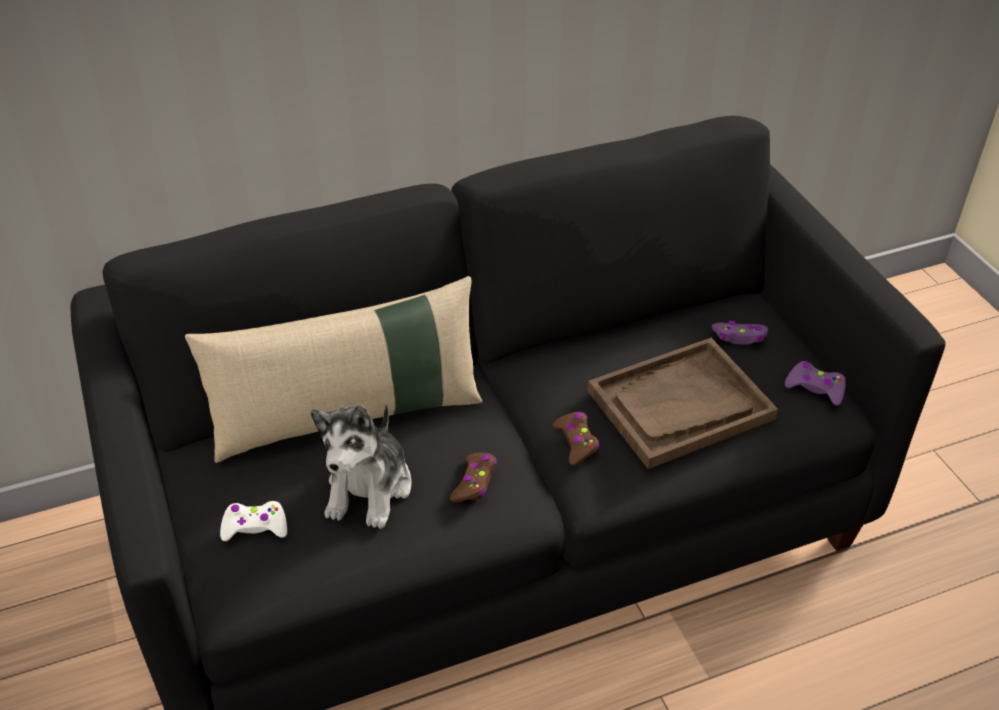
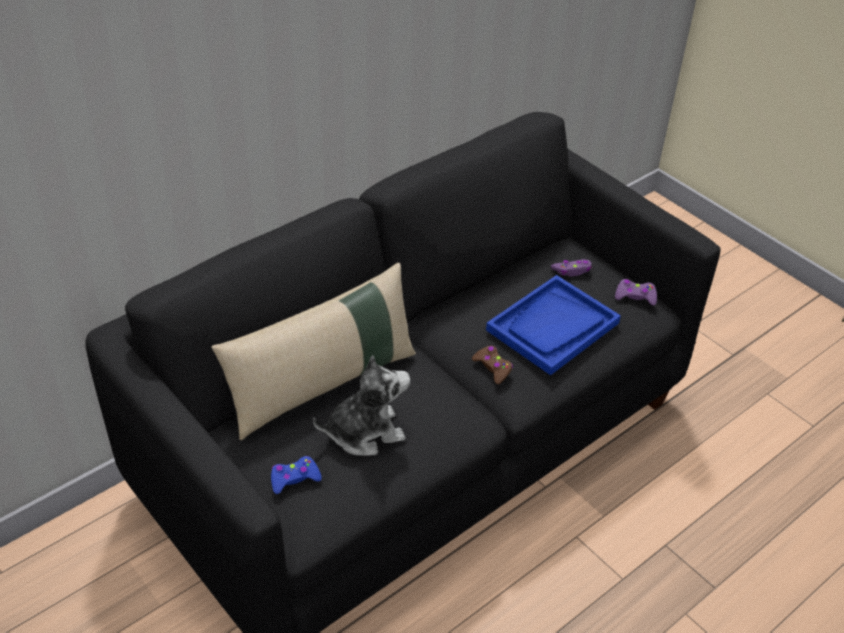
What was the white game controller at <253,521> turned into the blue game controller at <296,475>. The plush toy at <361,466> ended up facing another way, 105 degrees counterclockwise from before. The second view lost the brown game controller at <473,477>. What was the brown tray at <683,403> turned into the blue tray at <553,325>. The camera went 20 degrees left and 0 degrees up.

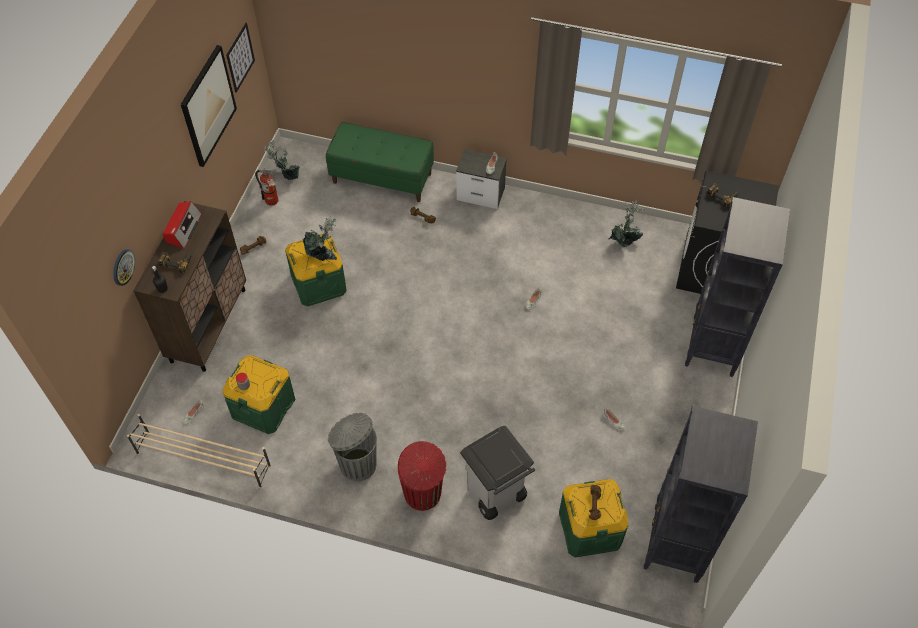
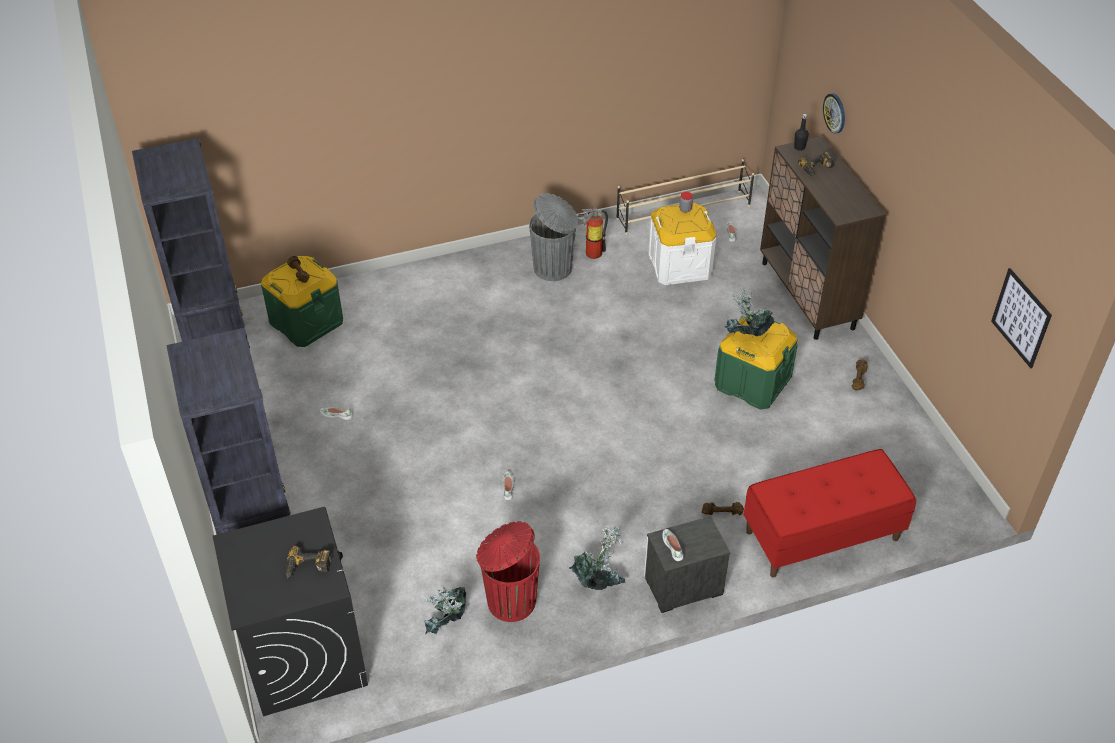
The second view lost the radio at <182,224>. The second view lost the picture at <209,106>. What was the green storage box at <259,394> turned into the white storage box at <682,244>. The fire extinguisher ended up elsewhere, having gone from <266,187> to <593,232>. The potted plant ended up elsewhere, having gone from <282,159> to <597,557>. What was the green bench at <380,162> turned into the red bench at <829,513>. The red trash can ended up elsewhere, having gone from <422,476> to <508,571>. The second view lost the grey trash can at <497,472>. The camera went 145 degrees right and 10 degrees down.

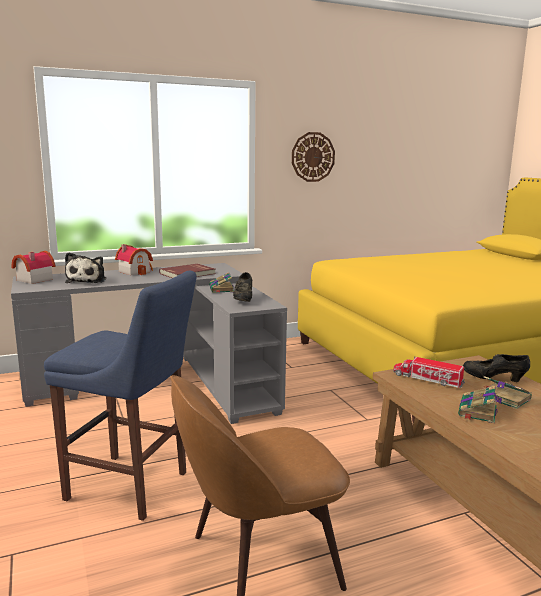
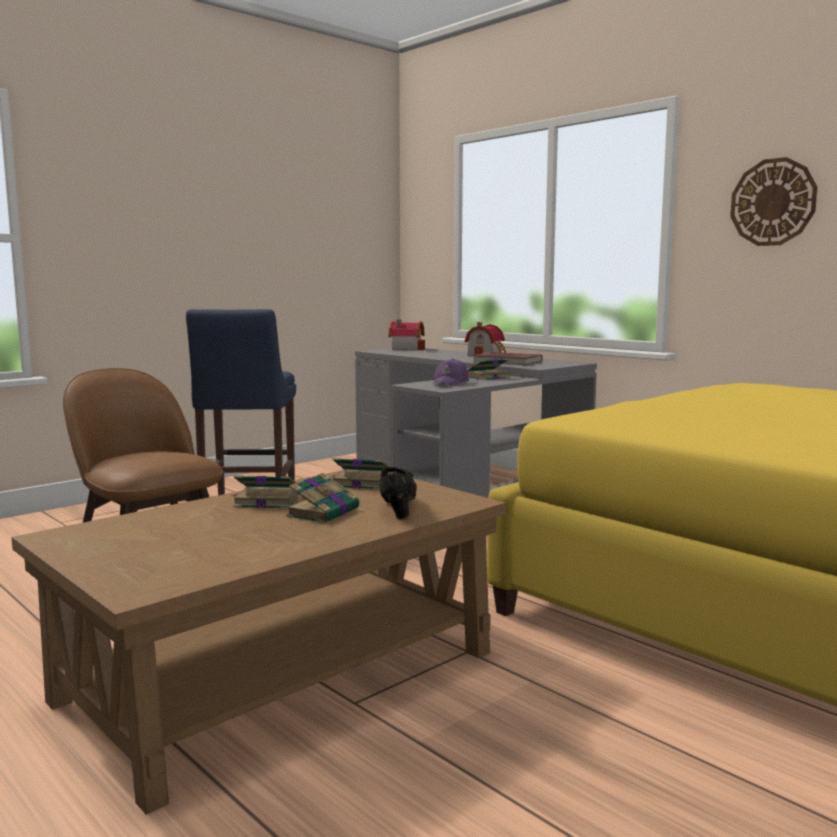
The second view lost the plush toy at <85,267>. Where the black shoe stood at <242,287>, the purple cap came to stand at <451,372>. Where the toy truck stood at <429,372>, the book came to stand at <361,474>. The camera went 70 degrees right and 5 degrees down.

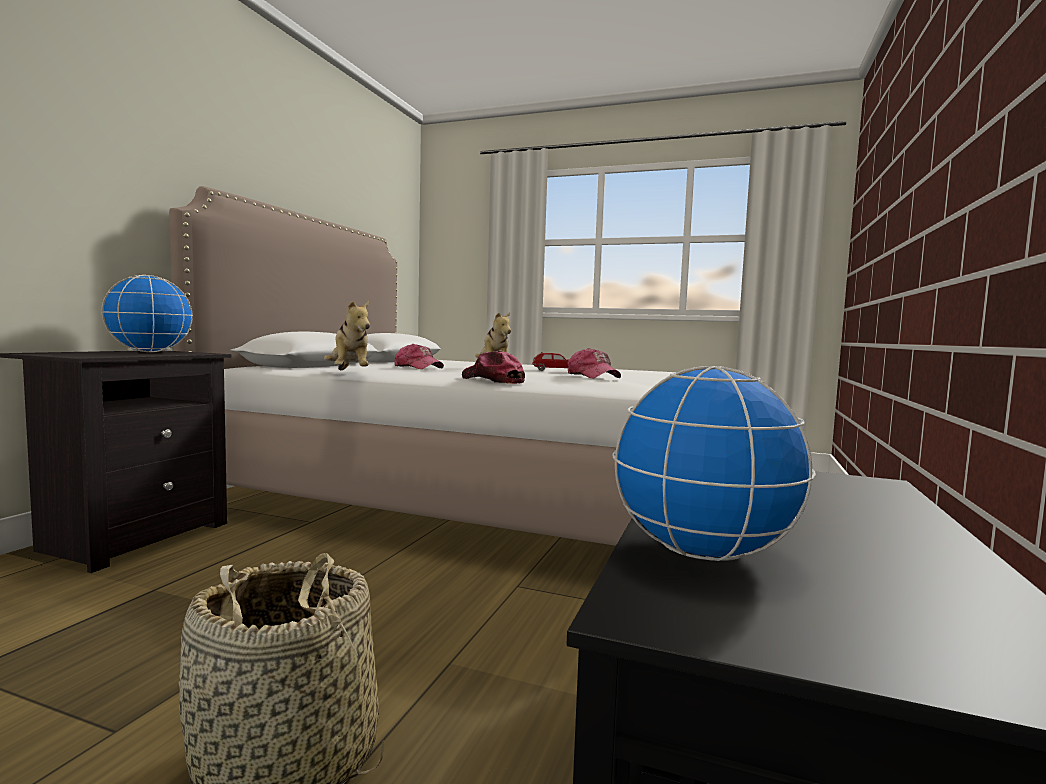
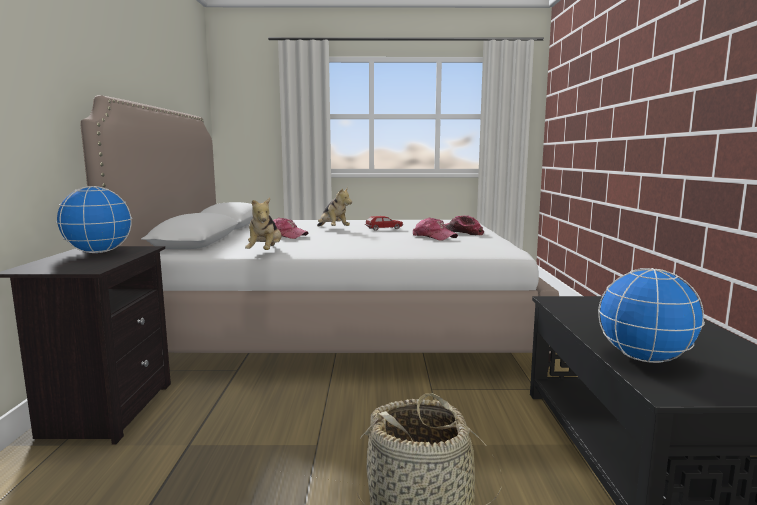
The plush toy at <347,335> ended up facing another way, 45 degrees clockwise from before. The cap ended up elsewhere, having gone from <493,367> to <464,225>. The camera went 20 degrees left and 5 degrees up.

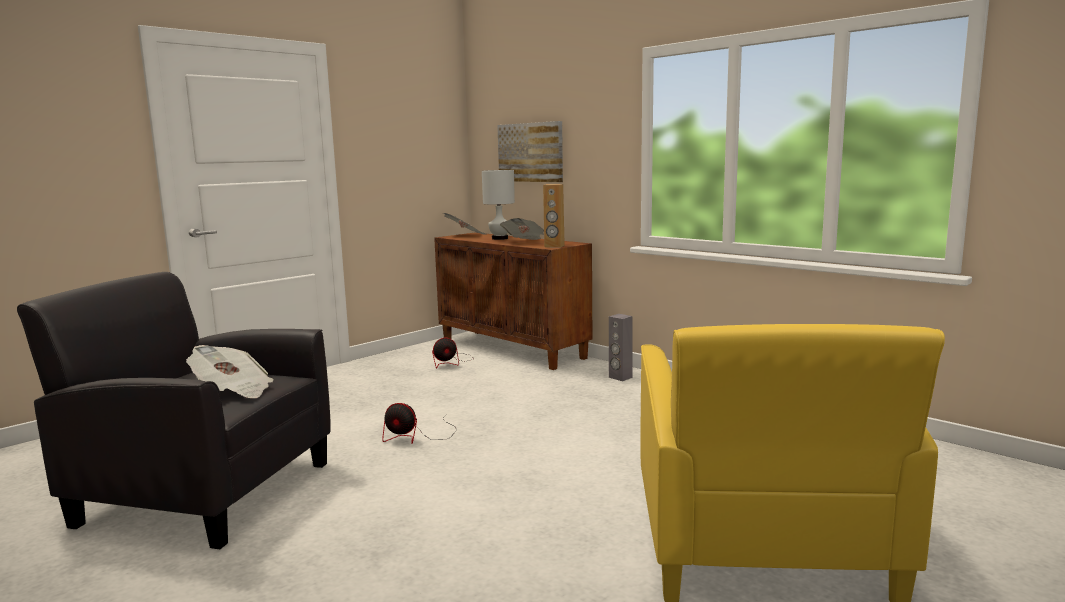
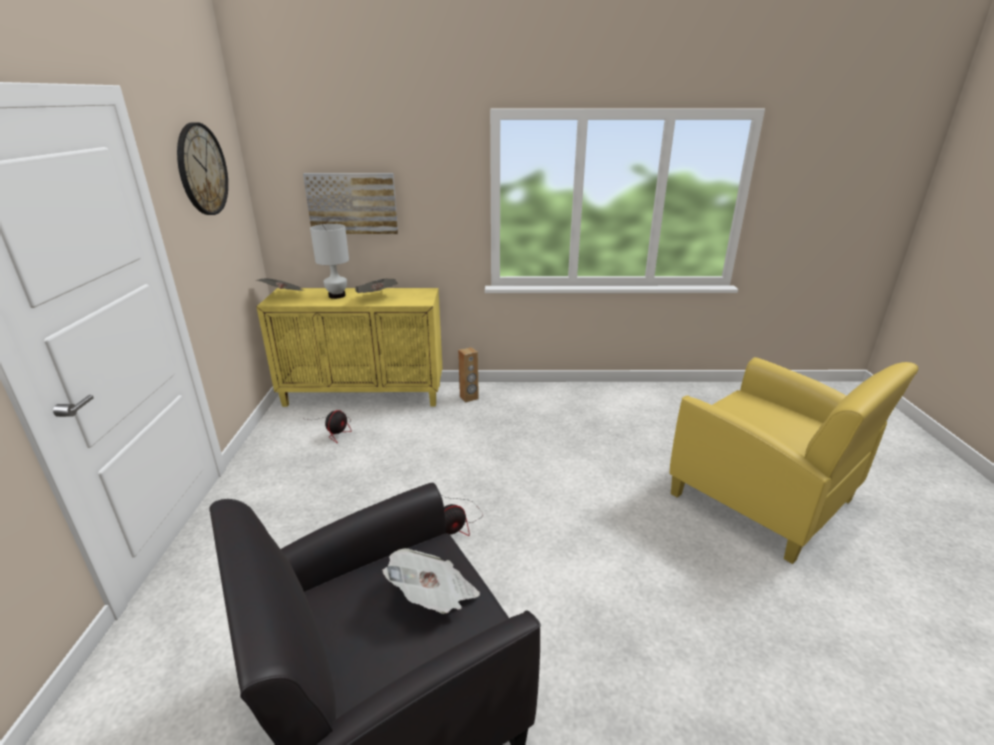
What was the brown cabinet at <513,301> turned into the yellow cabinet at <349,347>. The brown speaker ended up elsewhere, having gone from <554,216> to <468,374>. The second view lost the grey speaker at <621,347>. The second view gained the wall clock at <202,168>. The camera went 45 degrees left and 15 degrees up.

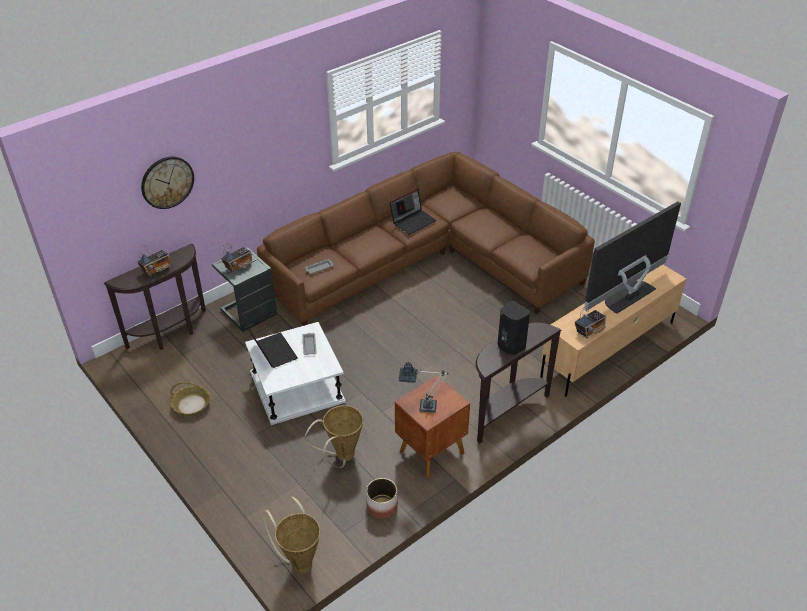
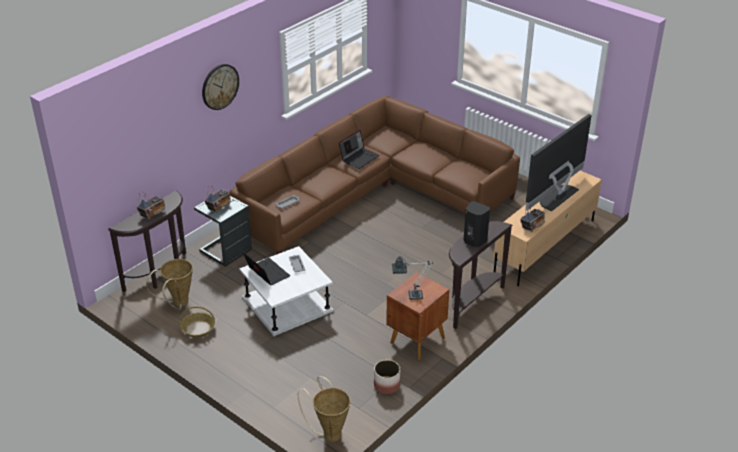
The wall clock ended up elsewhere, having gone from <167,183> to <220,87>. The basket ended up elsewhere, having gone from <334,436> to <169,284>. The camera went 10 degrees left and 5 degrees down.

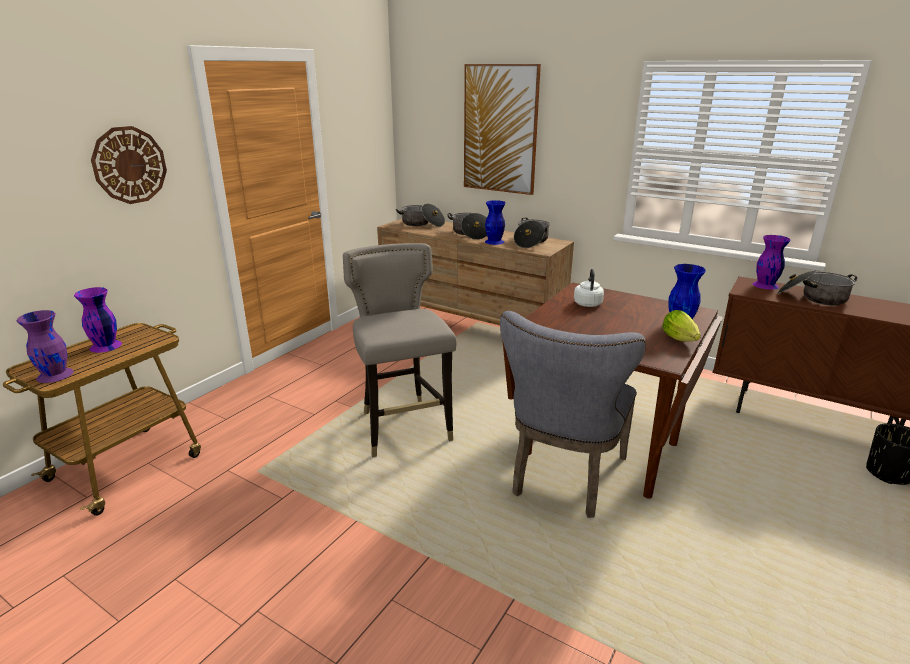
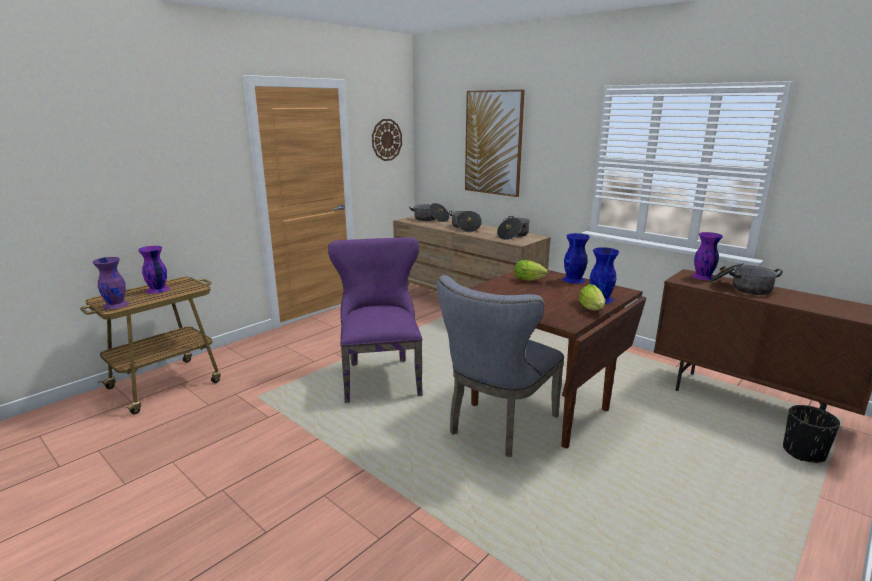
The wall clock ended up elsewhere, having gone from <129,165> to <387,140>. Where the grey stool stood at <400,350>, the purple chair came to stand at <375,320>. The blue vase ended up elsewhere, having gone from <495,222> to <576,258>. Where the white kettle stood at <589,288>, the lettuce came to stand at <531,270>. The camera went 10 degrees right and 5 degrees down.

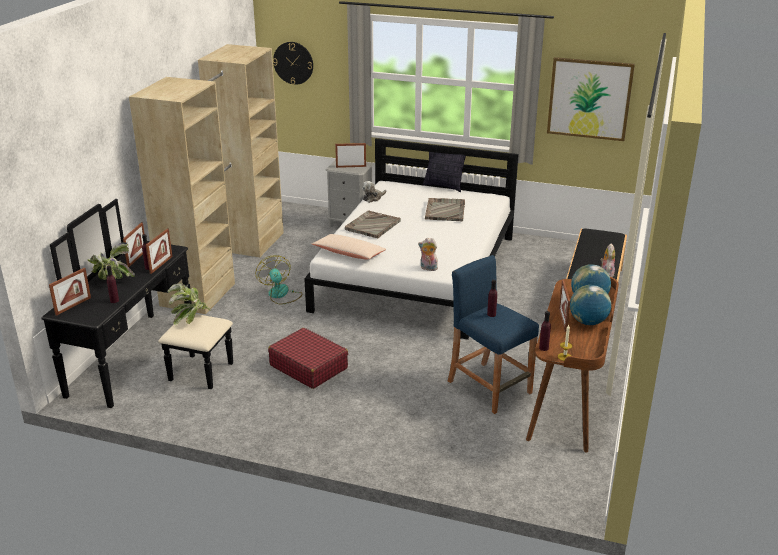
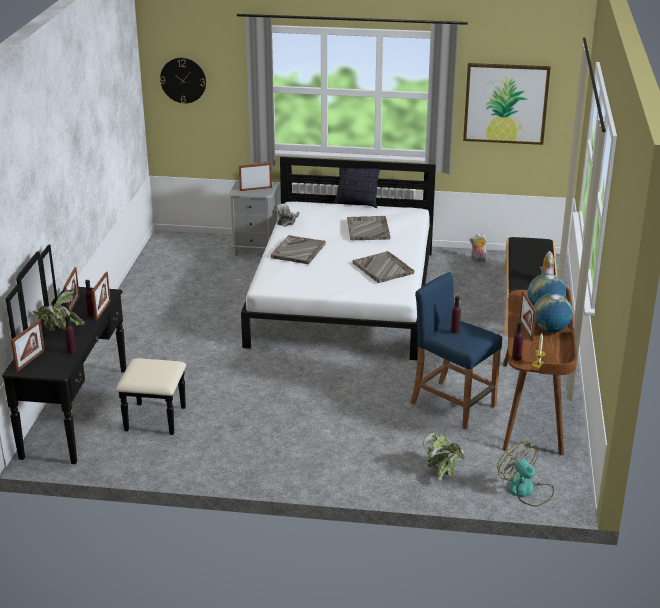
The second view lost the beige wardrobe at <206,179>. The potted plant ended up elsewhere, having gone from <188,304> to <443,456>. The fan ended up elsewhere, having gone from <279,280> to <525,473>. The second view lost the red suitcase at <308,358>. The second view lost the beige pillow at <349,247>. The plush toy ended up elsewhere, having gone from <428,254> to <478,248>. The second view gained the grey tray at <383,267>. The camera went 10 degrees left and 0 degrees up.

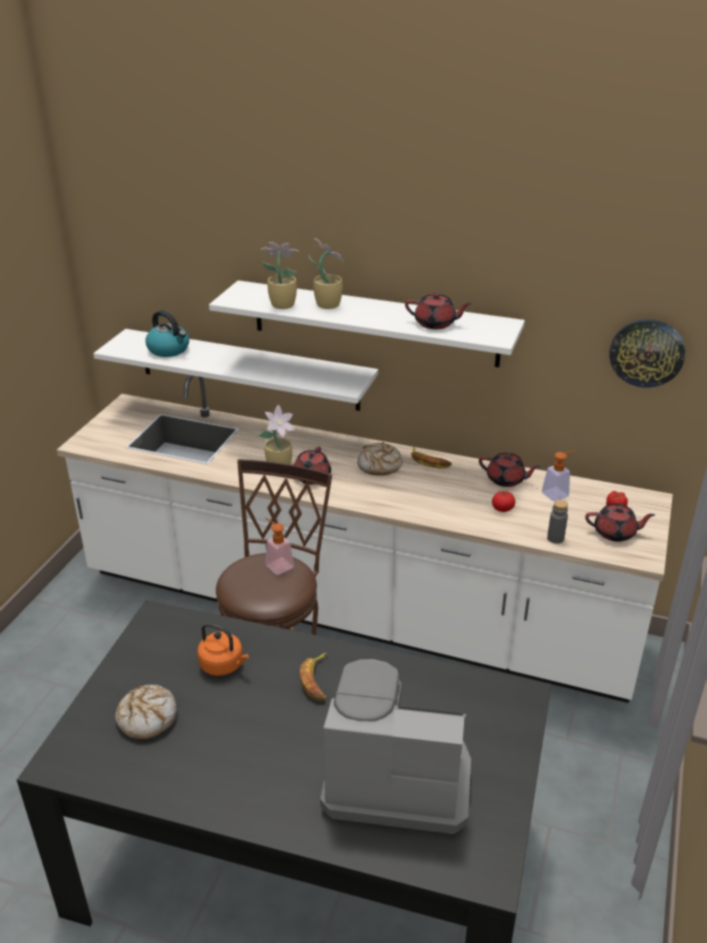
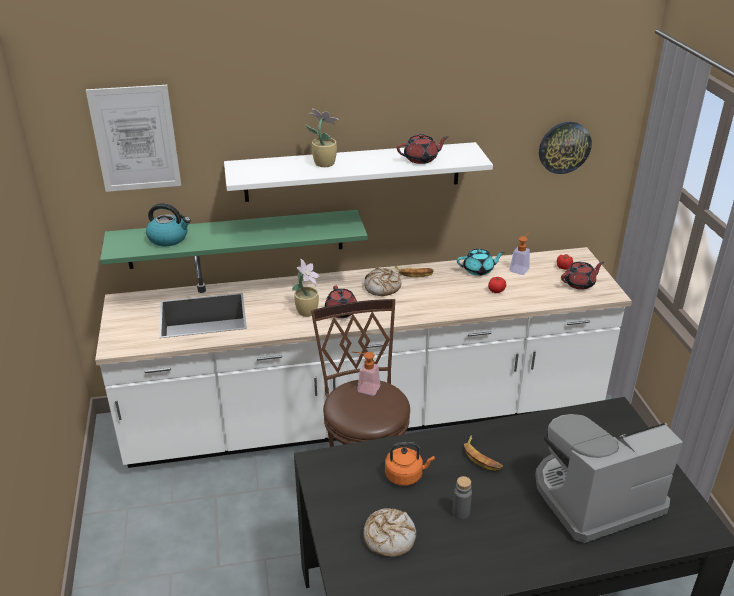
What was the white shelf at <235,370> turned into the green shelf at <233,239>. The second view lost the potted plant at <279,275>. What was the red teapot at <509,470> turned into the turquoise teapot at <481,262>. The grey bottle ended up elsewhere, having gone from <557,522> to <462,497>. The second view gained the picture at <133,138>. The camera went 30 degrees left and 0 degrees up.

